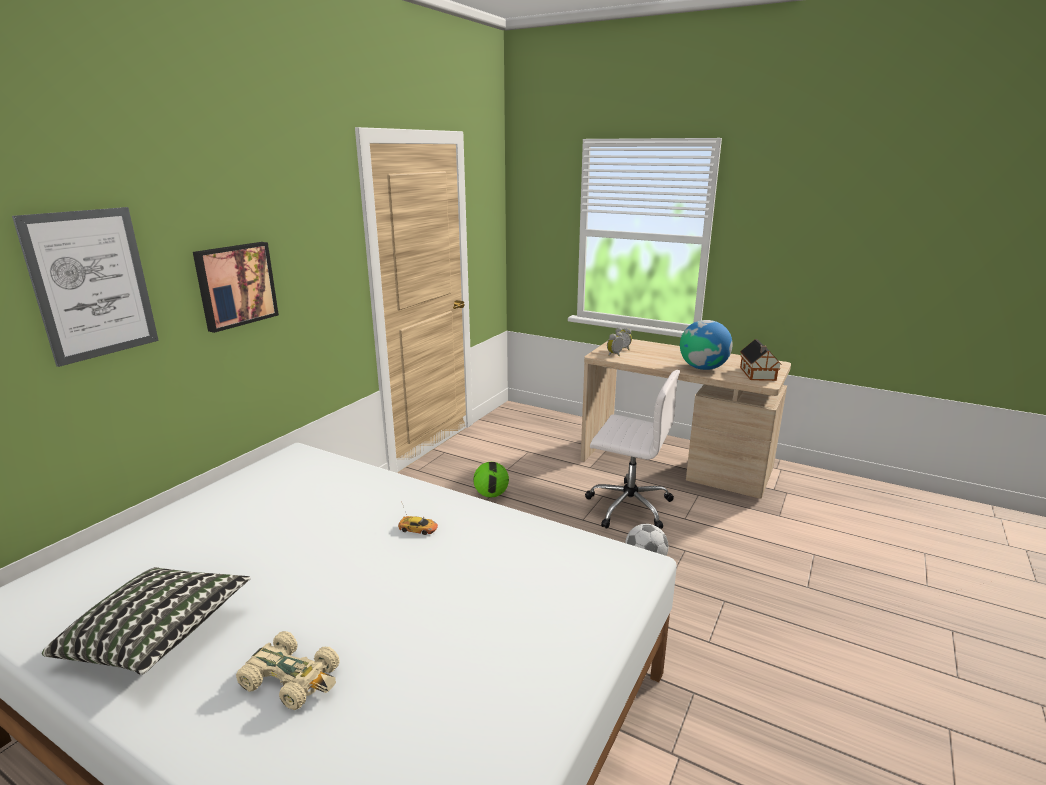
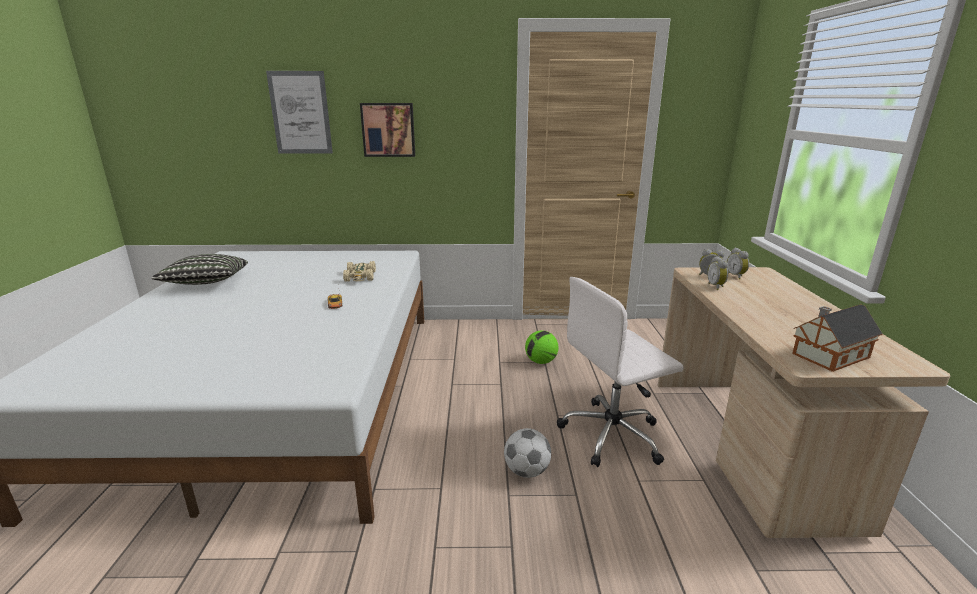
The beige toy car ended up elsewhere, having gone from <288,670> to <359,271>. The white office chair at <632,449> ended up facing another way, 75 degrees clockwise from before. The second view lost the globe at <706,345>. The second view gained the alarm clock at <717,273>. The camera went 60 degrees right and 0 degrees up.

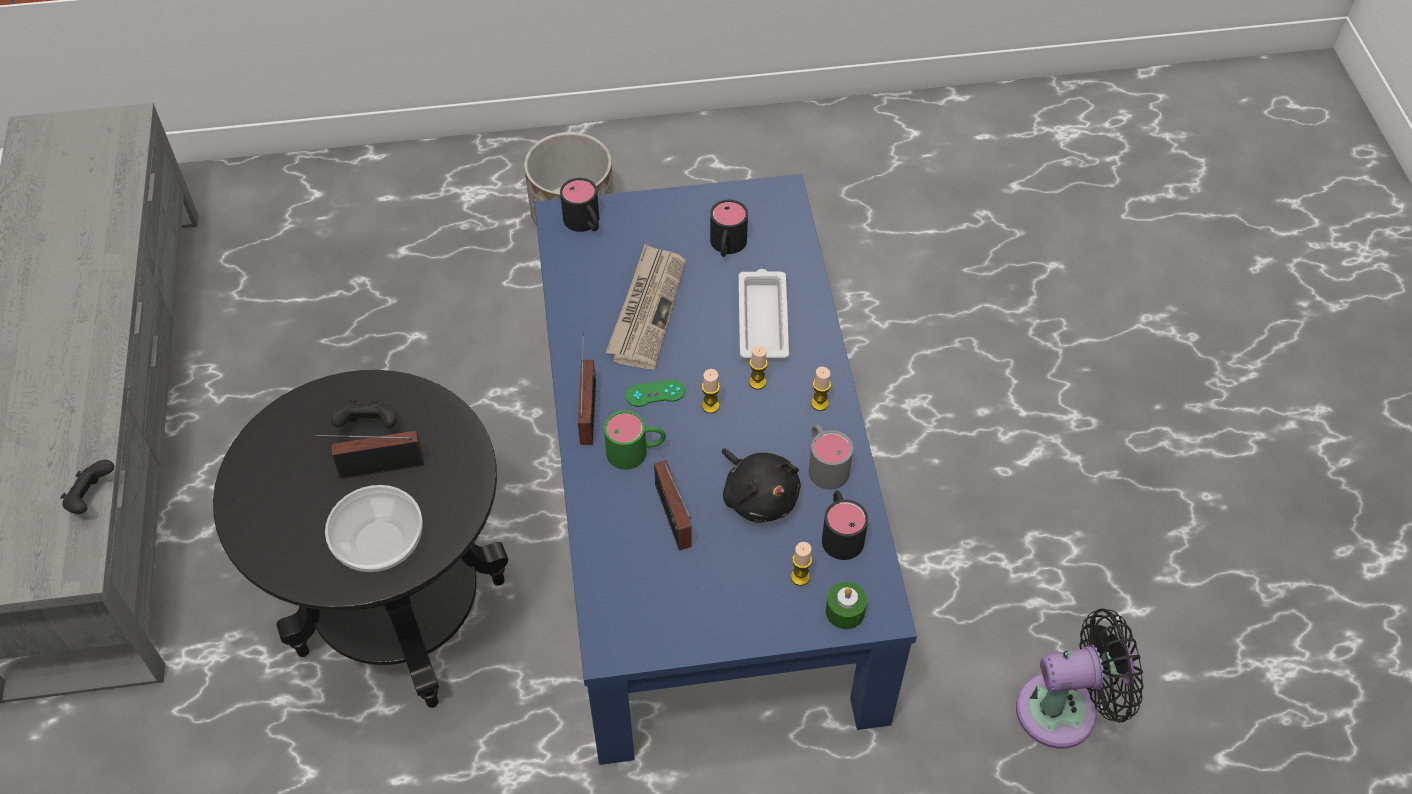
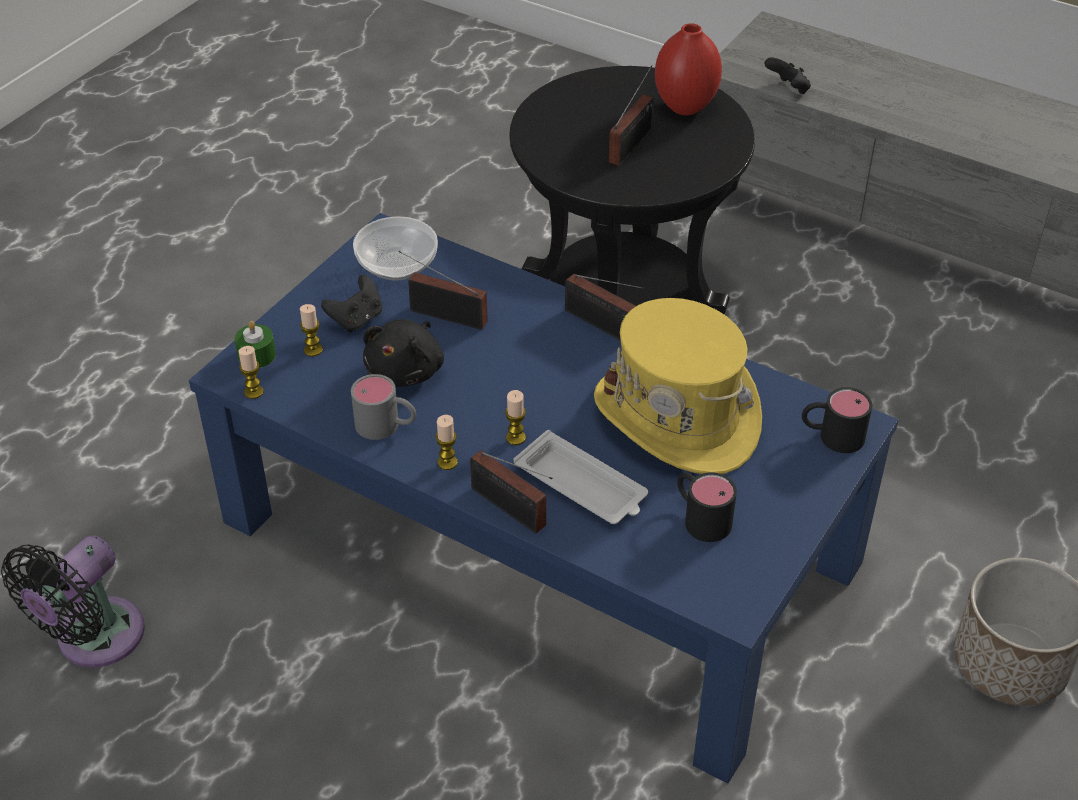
The bowl ended up elsewhere, having gone from <374,528> to <395,249>. The black game controller ended up elsewhere, having gone from <364,414> to <351,304>. The second view lost the green mug at <635,440>. Where the newspaper stood at <646,306>, the yellow hat came to stand at <678,386>. The second view lost the green game controller at <655,393>. The candle ended up elsewhere, having gone from <711,391> to <251,372>. The black plush toy at <761,485> ended up facing another way, 75 degrees counterclockwise from before. The second view lost the black mug at <845,525>. The second view gained the radio at <511,492>. The second view gained the red vase at <688,69>. The camera went 130 degrees right and 10 degrees down.

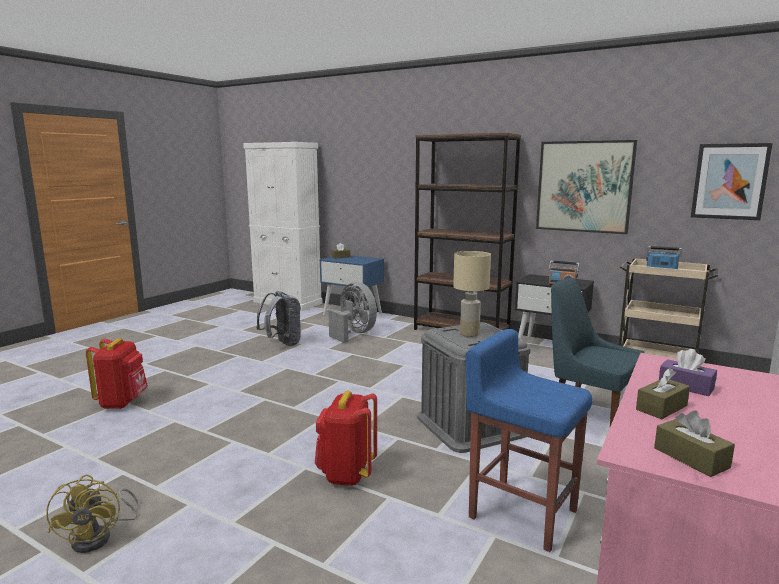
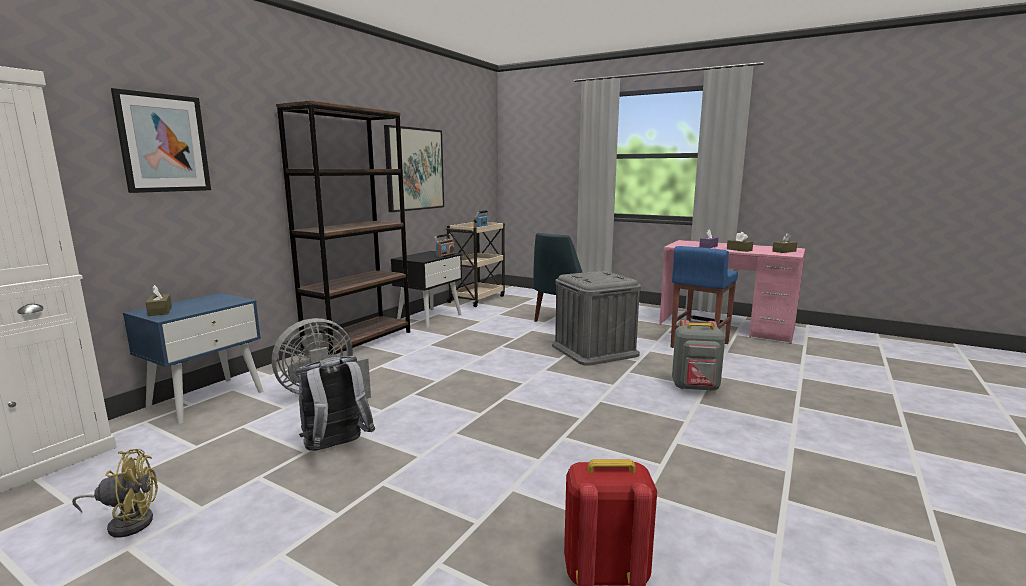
The yellow fan ended up elsewhere, having gone from <92,513> to <115,493>. What was the red backpack at <346,438> turned into the grey backpack at <698,355>. The second view lost the beige table lamp at <472,294>. The picture ended up elsewhere, having gone from <732,181> to <161,140>. The camera went 90 degrees left and 0 degrees up.

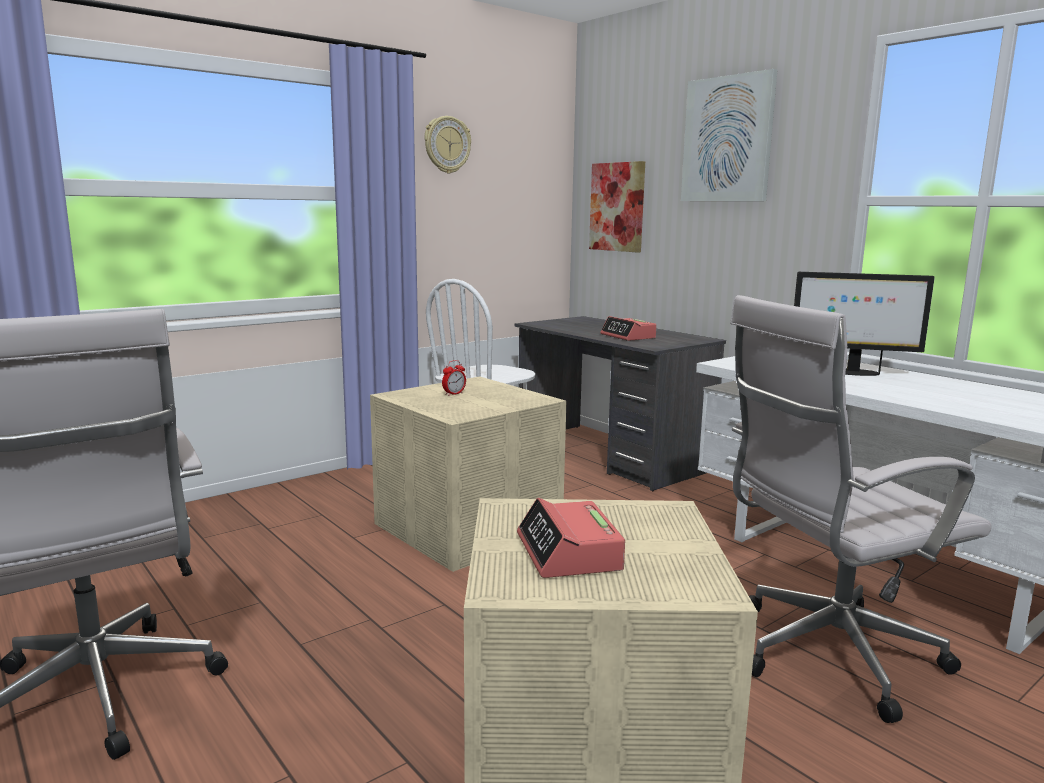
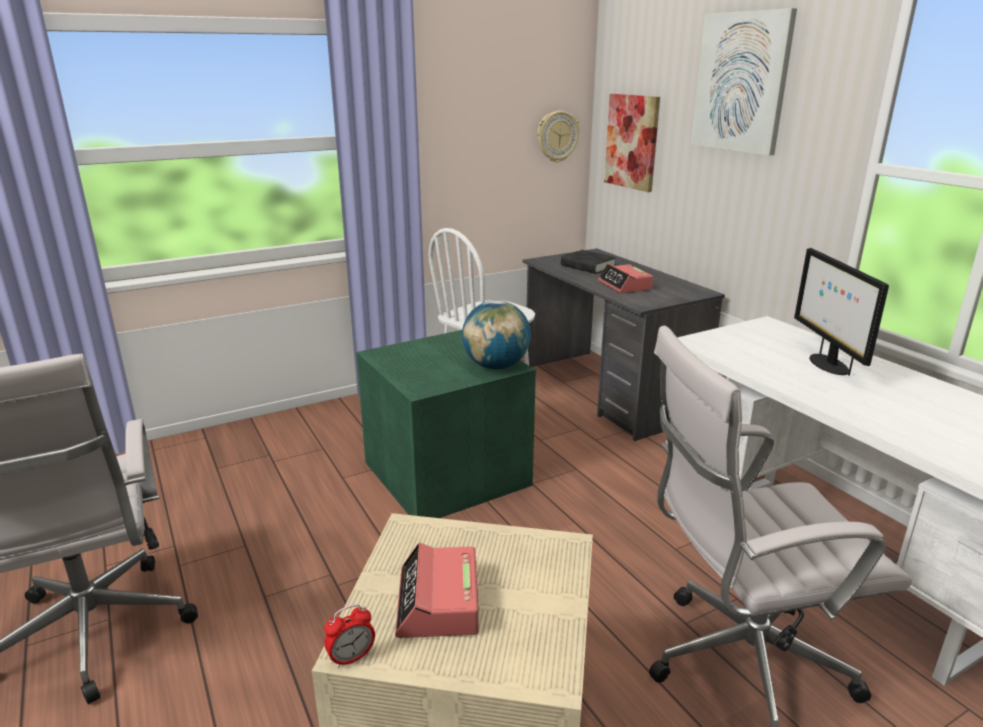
What was the beige storage box at <468,474> turned into the green storage box at <446,424>. The wall clock ended up elsewhere, having gone from <447,145> to <558,136>. The alarm clock ended up elsewhere, having gone from <454,378> to <349,636>. The monitor at <864,324> ended up facing another way, 60 degrees clockwise from before. The second view gained the globe at <496,334>. The second view gained the black book at <588,262>. The camera went 10 degrees right and 10 degrees up.

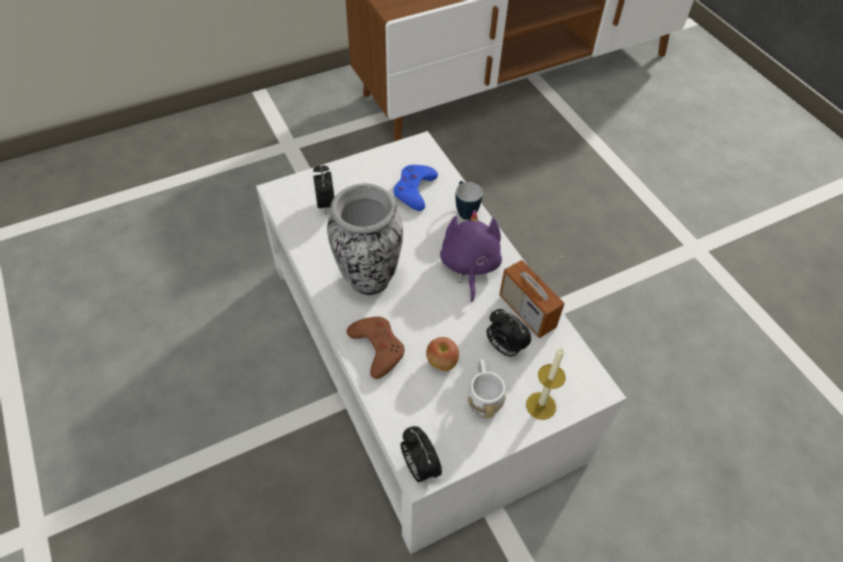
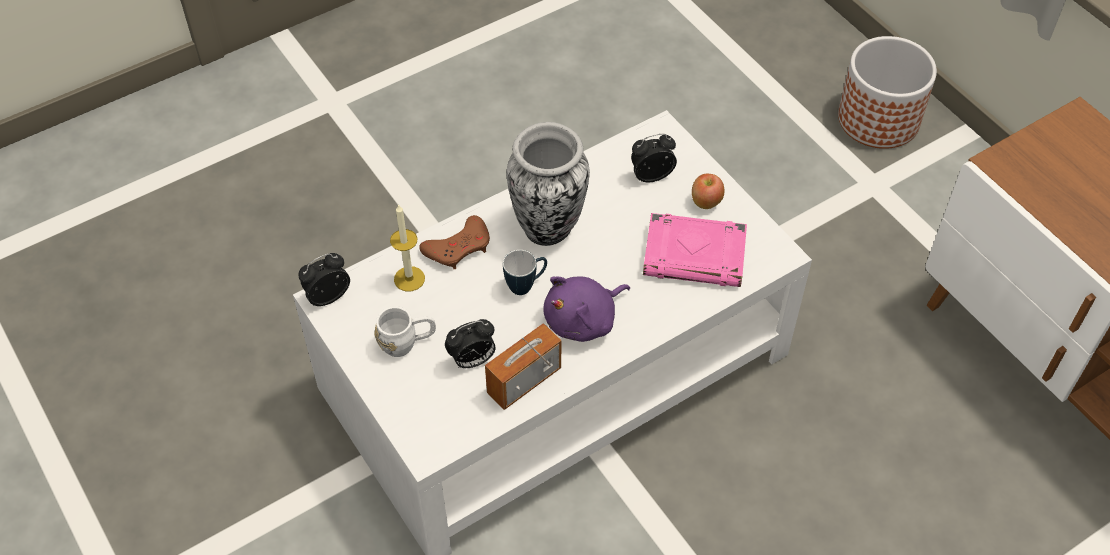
Where the blue game controller stood at <416,188>, the pink book came to stand at <695,250>. The apple ended up elsewhere, having gone from <442,354> to <708,191>. The purple plush toy at <471,256> ended up facing another way, 150 degrees clockwise from before. The mug ended up elsewhere, having gone from <469,200> to <525,272>. The alarm clock at <508,333> ended up facing another way, 150 degrees counterclockwise from before. The candle ended up elsewhere, having gone from <545,384> to <407,247>. The second view gained the planter at <887,92>. The camera went 85 degrees right and 0 degrees up.

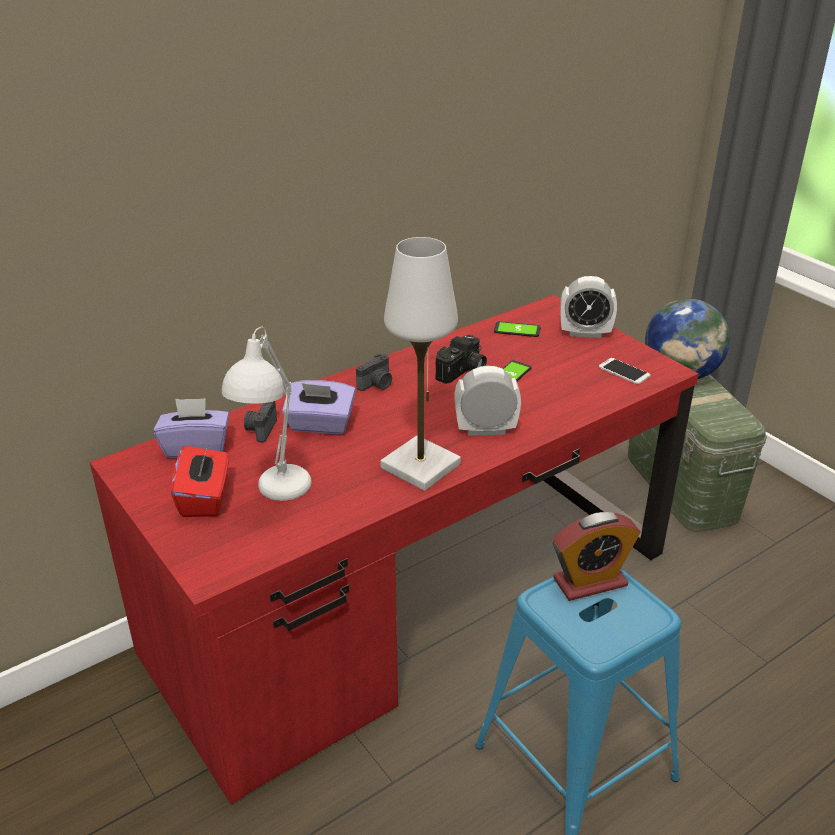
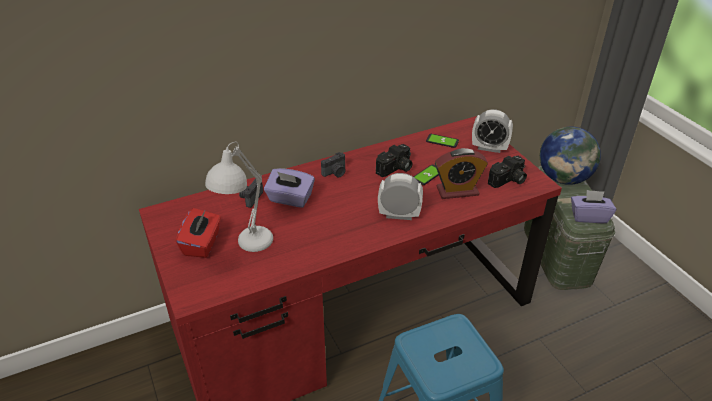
The purple tissue box ended up elsewhere, having gone from <191,428> to <593,206>. The second view lost the white table lamp at <420,364>. The alarm clock ended up elsewhere, having gone from <596,556> to <461,173>. Where the phone stood at <625,371>, the photo camera came to stand at <507,172>. The camera went 10 degrees right and 5 degrees up.

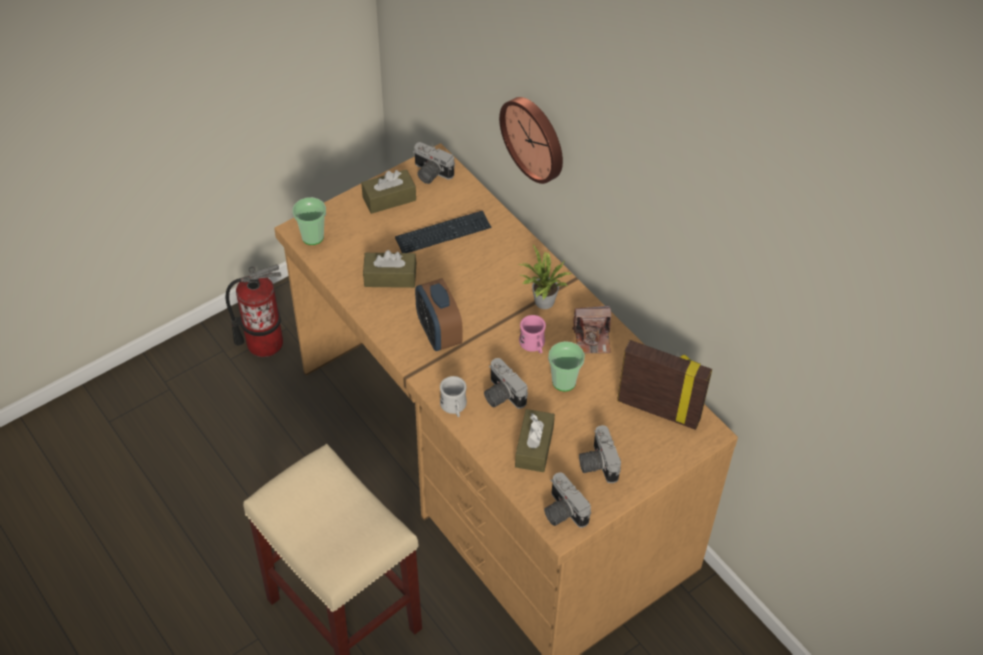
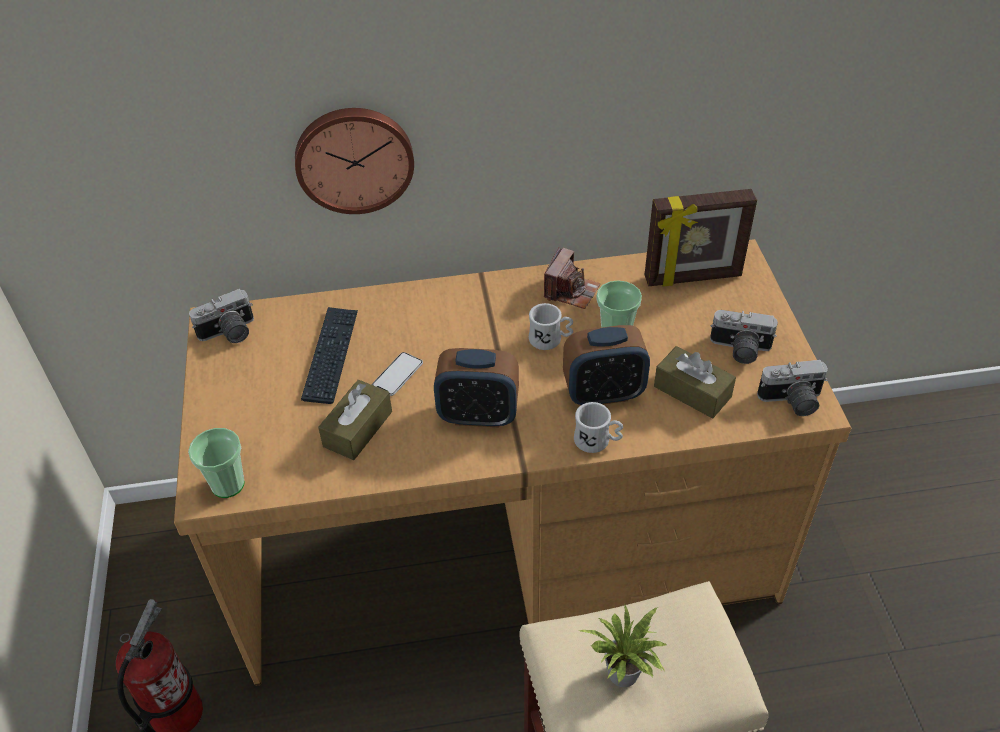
The second view lost the brown tissue box at <388,191>. Where the photo camera stood at <506,383>, the alarm clock came to stand at <606,365>. The potted plant ended up elsewhere, having gone from <545,277> to <624,645>. What was the pink mug at <532,334> turned into the white mug at <551,326>. The picture frame at <664,385> ended up facing another way, 150 degrees counterclockwise from before. The second view gained the phone at <397,374>. The camera went 60 degrees left and 5 degrees down.

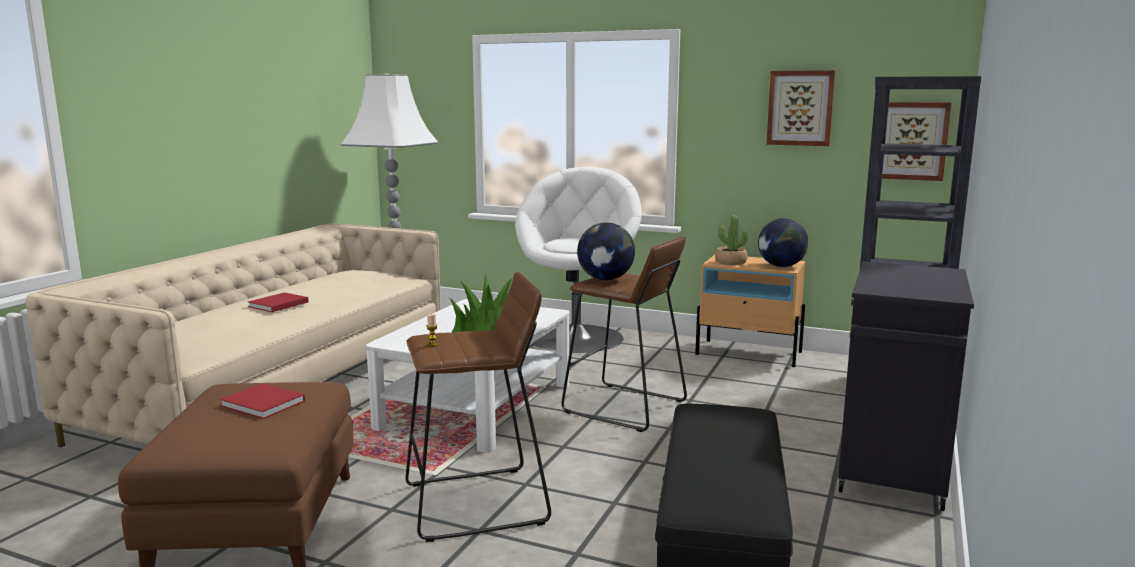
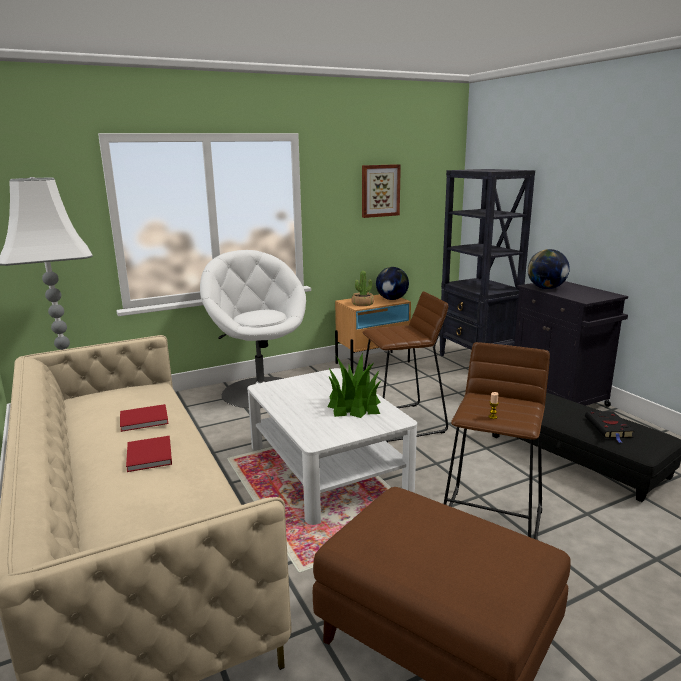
The red book ended up elsewhere, having gone from <262,401> to <144,418>. The globe ended up elsewhere, having gone from <606,251> to <548,269>. The second view lost the picture at <916,141>. The second view gained the black book at <609,427>. The camera went 50 degrees left and 5 degrees up.

